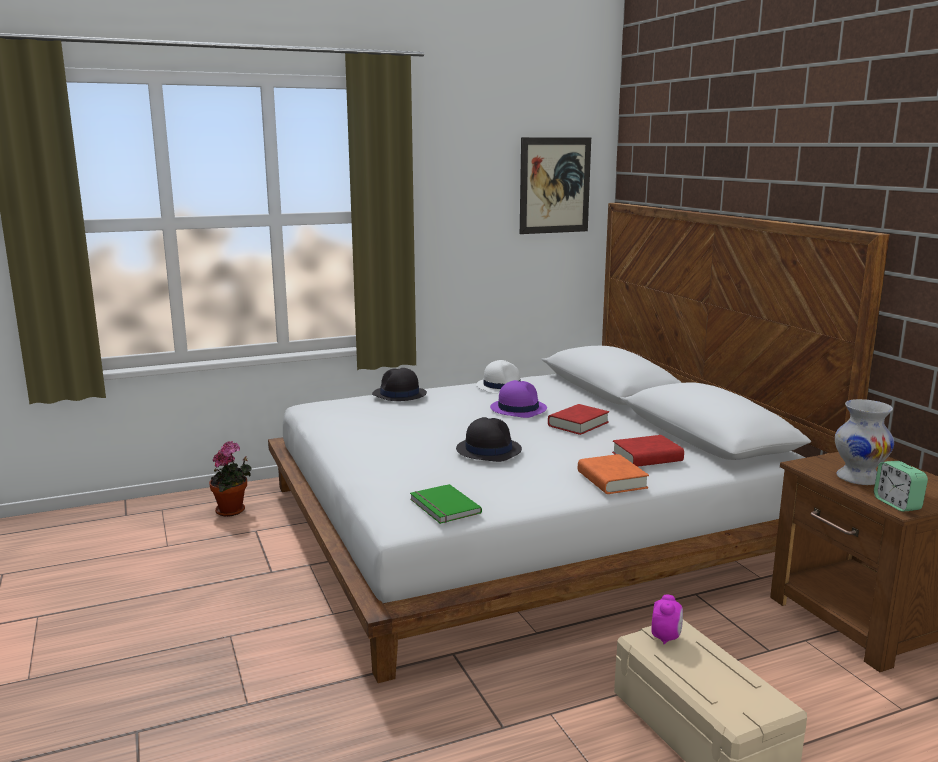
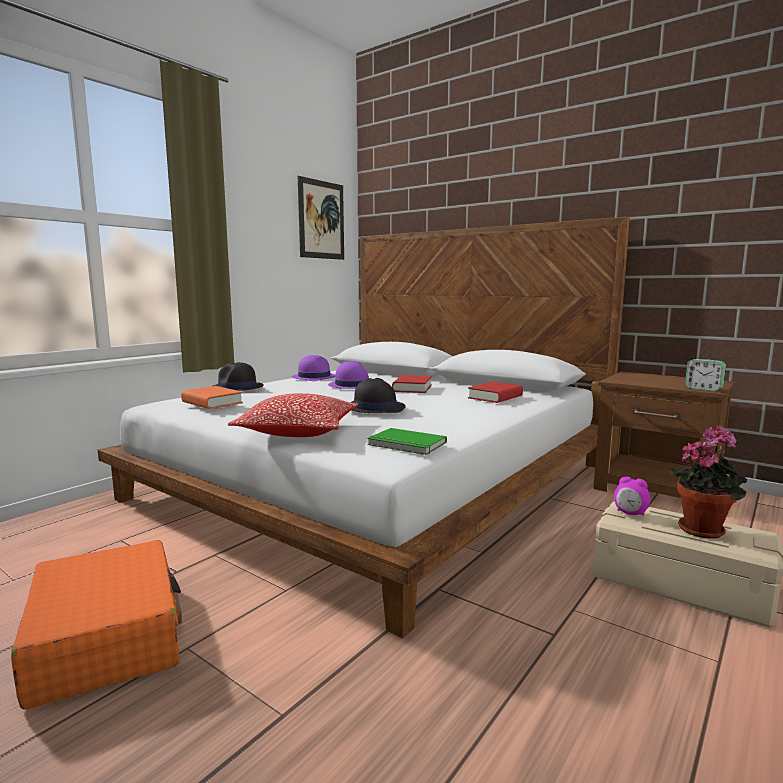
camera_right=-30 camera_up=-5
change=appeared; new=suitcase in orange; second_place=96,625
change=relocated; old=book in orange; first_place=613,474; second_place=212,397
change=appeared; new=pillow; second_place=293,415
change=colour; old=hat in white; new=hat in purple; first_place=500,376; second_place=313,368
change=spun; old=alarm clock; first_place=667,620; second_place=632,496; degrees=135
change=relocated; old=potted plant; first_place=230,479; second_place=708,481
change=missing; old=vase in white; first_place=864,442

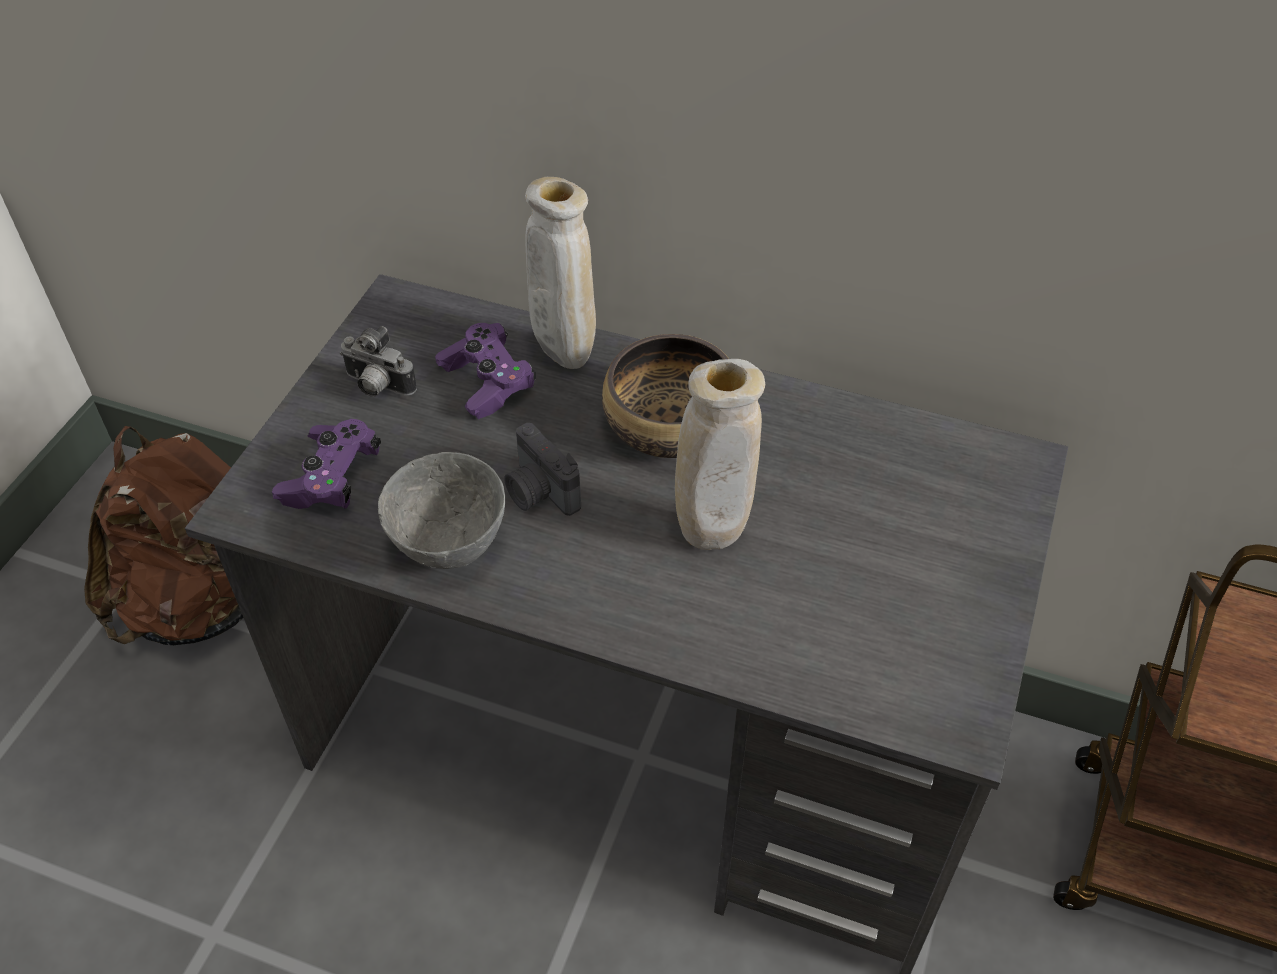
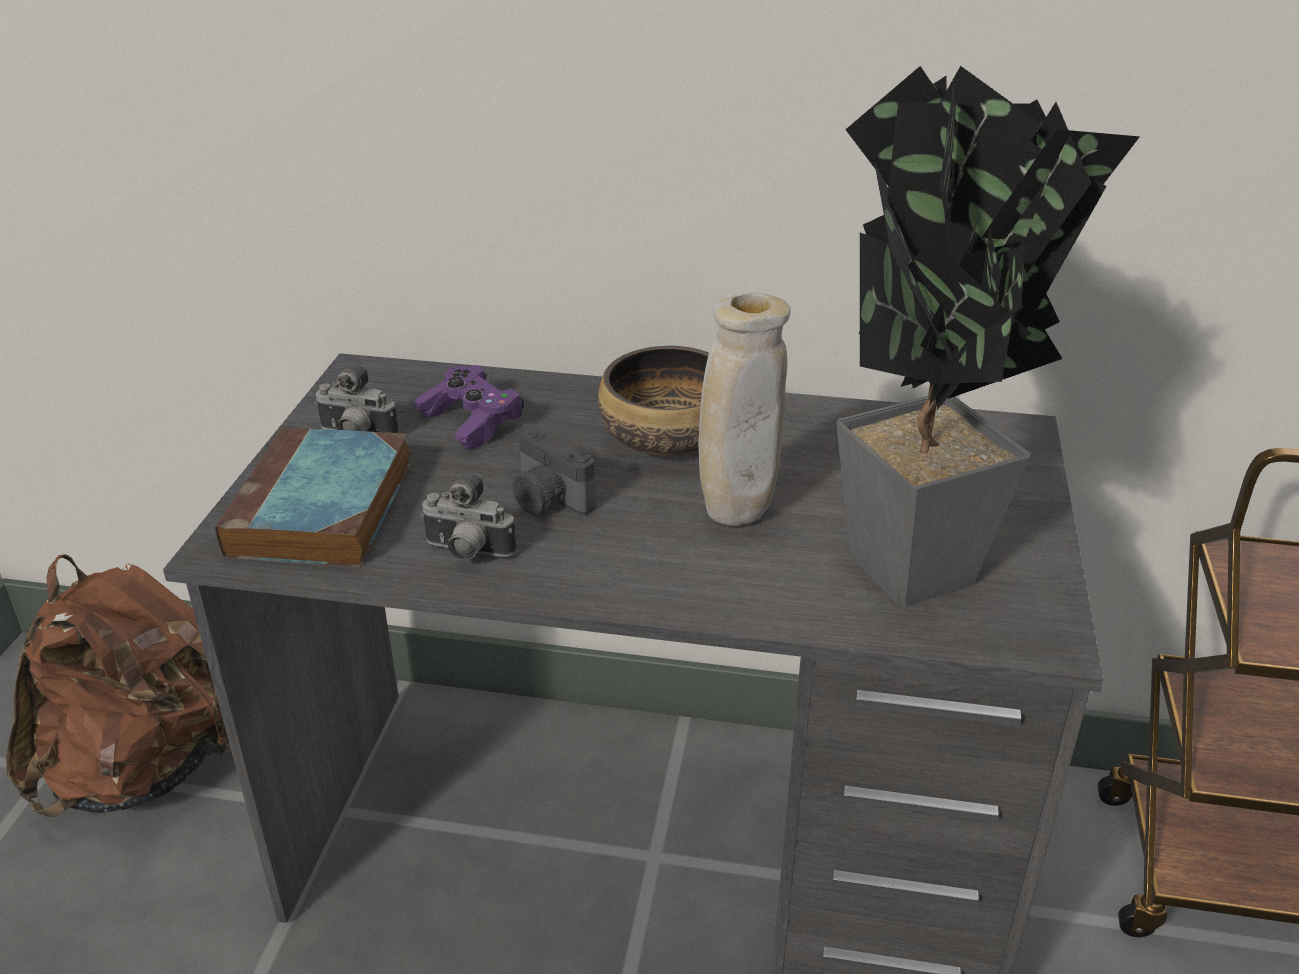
camera_right=-10 camera_up=-15
change=exchanged; old=game controller in purple; new=book; first_place=326,464; second_place=312,497
change=exchanged; old=bowl in grey; new=photo camera; first_place=441,510; second_place=468,516
change=appeared; new=potted plant; second_place=988,336
change=missing; old=vase in beige; first_place=560,273

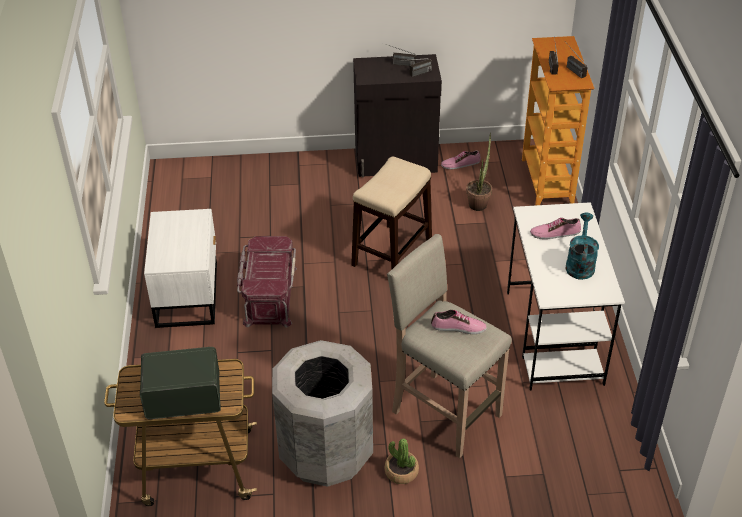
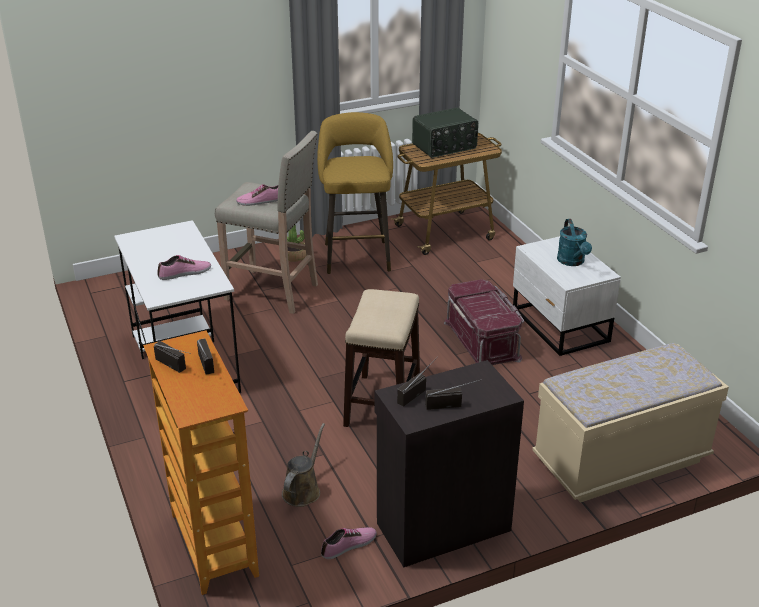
camera_right=160 camera_up=-10
change=exchanged; old=potted plant; new=watering can in brown; first_place=479,172; second_place=303,465
change=exchanged; old=trash can in grey; new=stool in yellow; first_place=322,413; second_place=355,193
change=appeared; new=bench in beige; second_place=630,423
change=relocated; old=watering can in turquoise; first_place=582,246; second_place=574,242

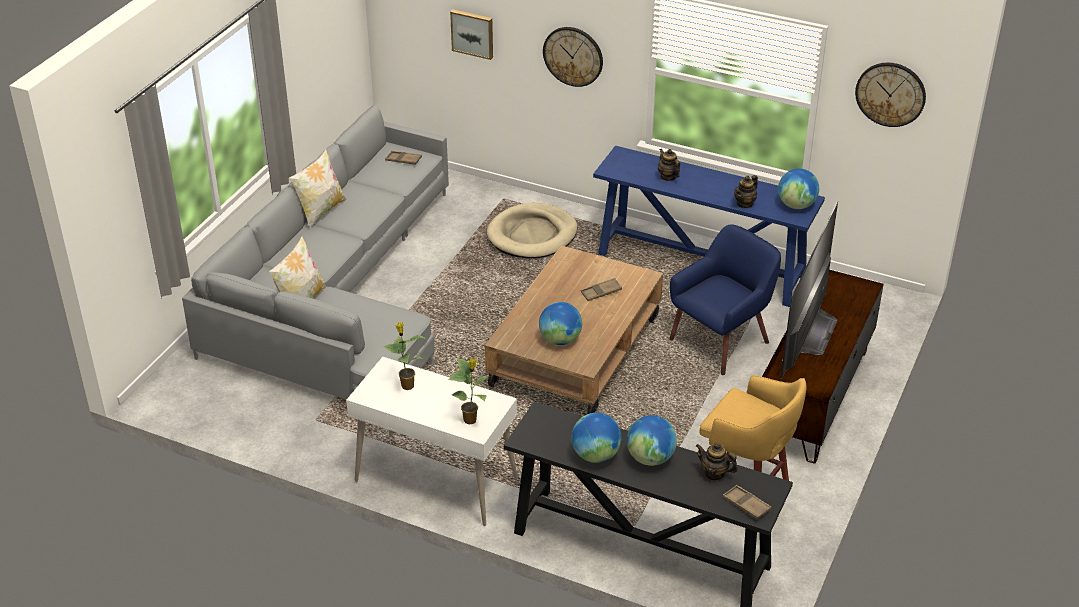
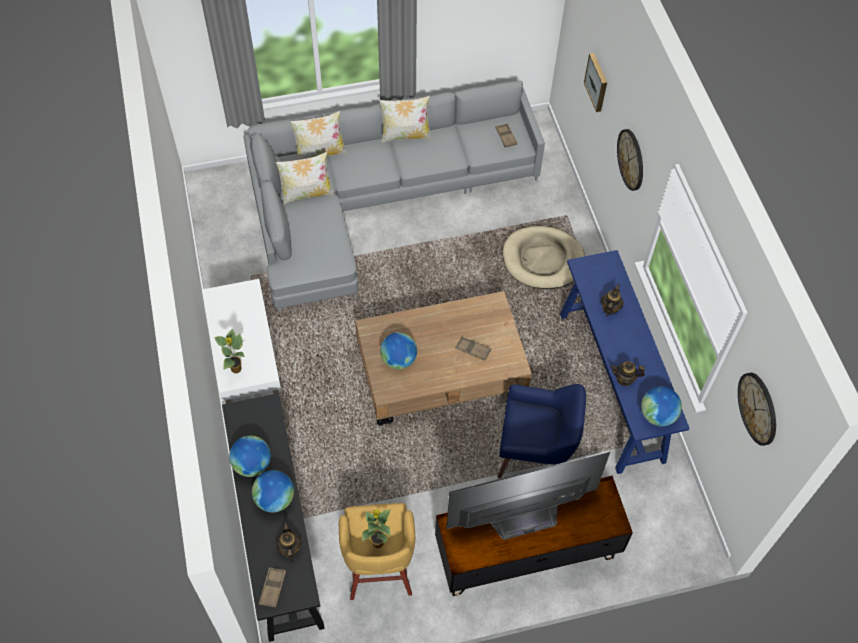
camera_right=50 camera_up=20
change=appeared; new=pillow; second_place=318,135
change=relocated; old=potted plant; first_place=404,356; second_place=376,528

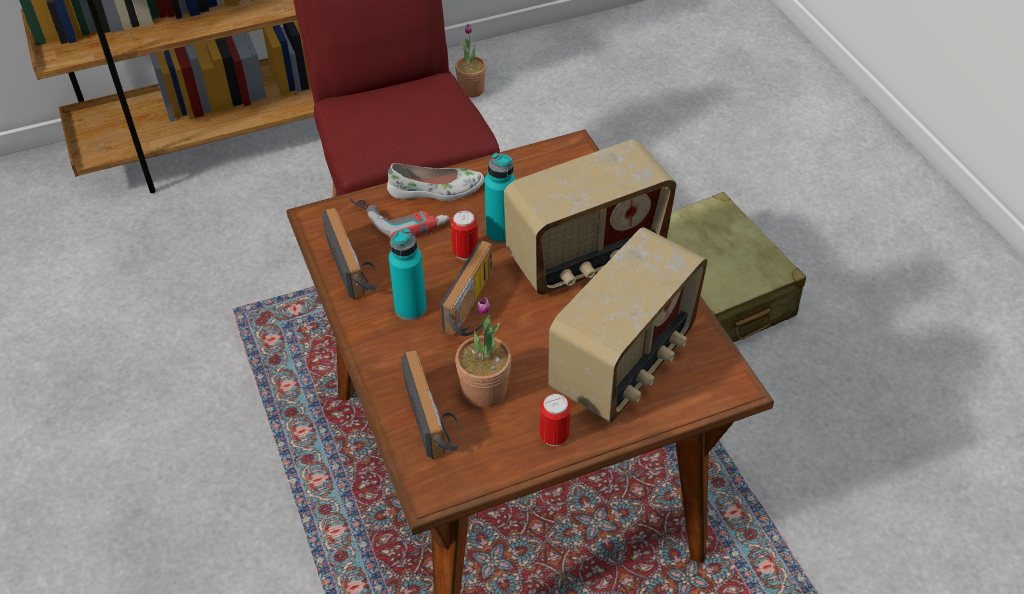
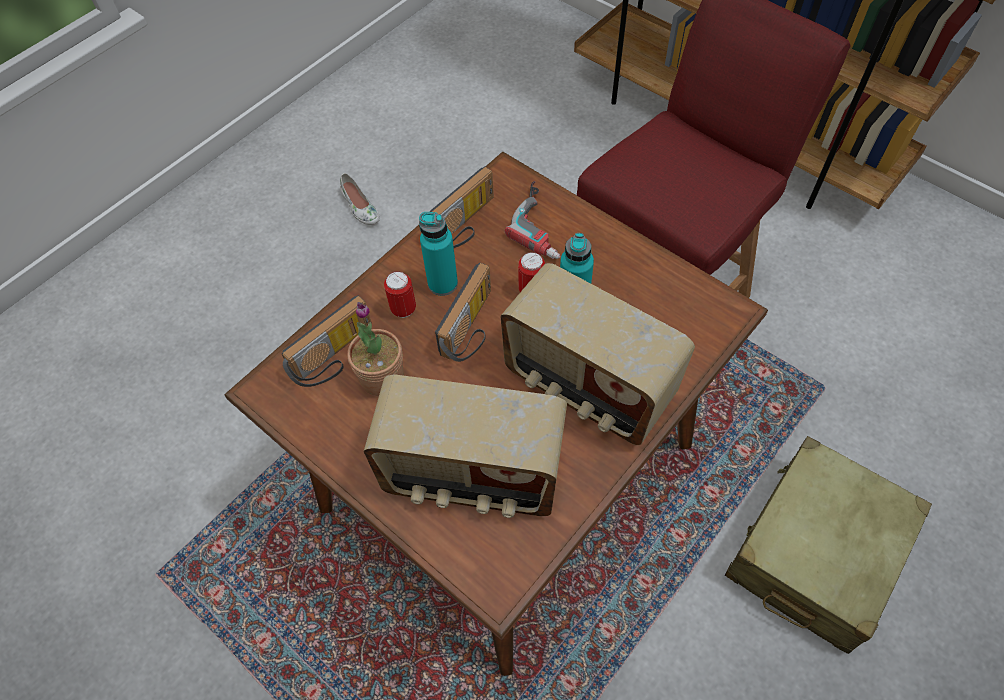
camera_right=65 camera_up=10
change=relocated; old=shoe in white; first_place=435,182; second_place=360,199
change=relocated; old=can; first_place=555,419; second_place=400,294
change=spun; old=radio; first_place=467,288; second_place=463,312; degrees=-60
change=missing; old=potted plant; first_place=470,61

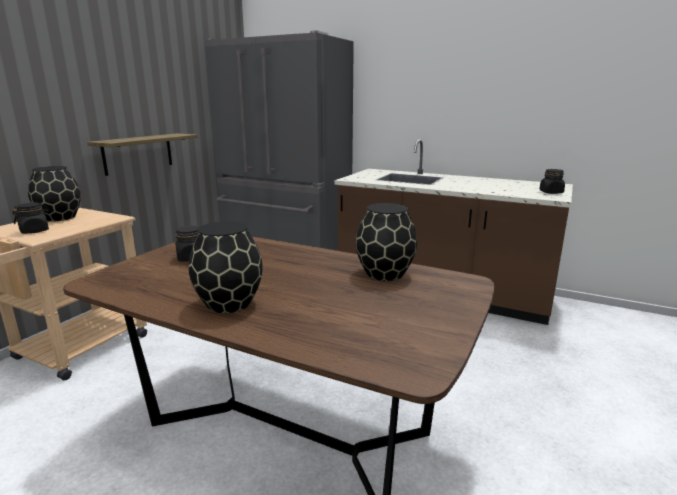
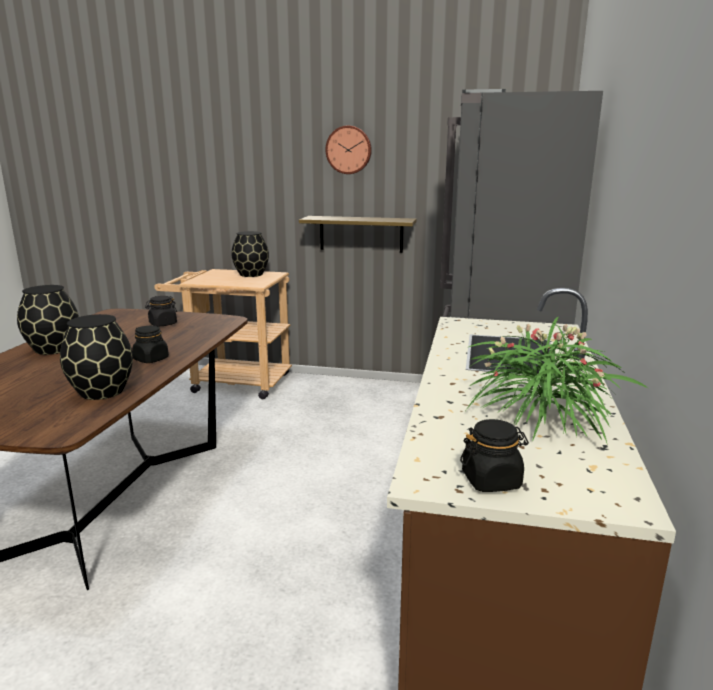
camera_right=75 camera_up=0
change=relocated; old=jar in black; first_place=30,218; second_place=150,344
change=appeared; new=wall clock; second_place=348,150
change=appeared; new=potted plant; second_place=557,381

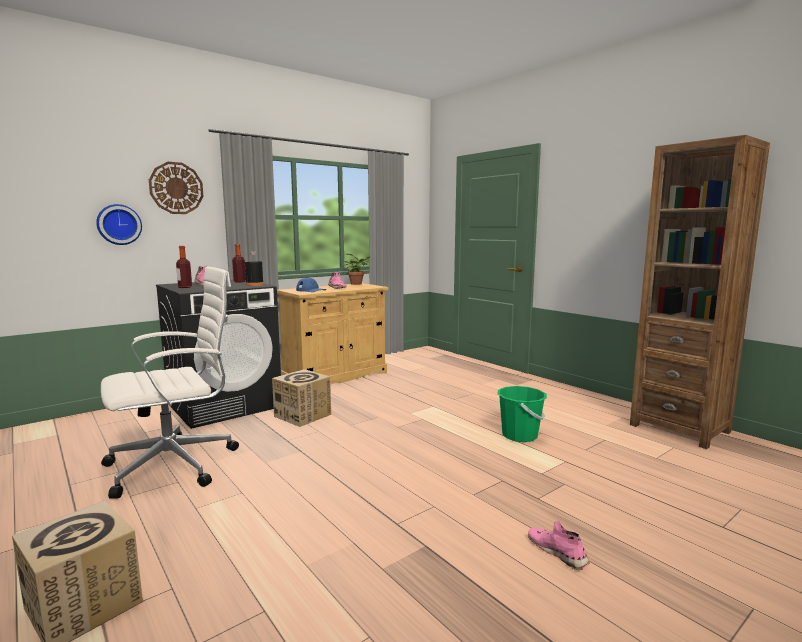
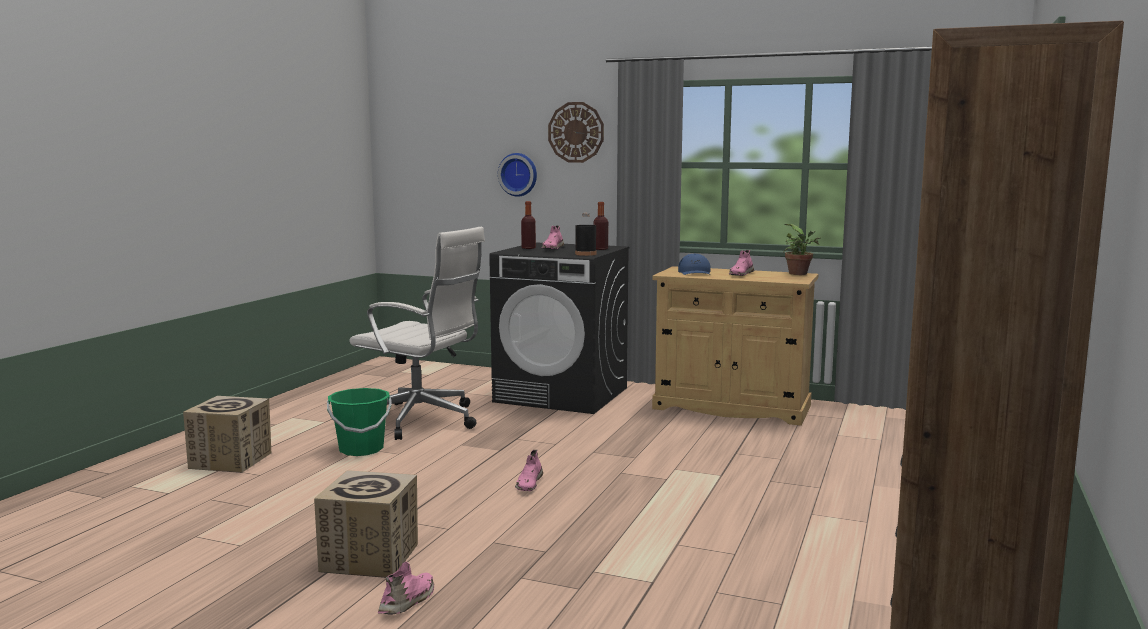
camera_right=60 camera_up=0
change=relocated; old=cardboard box; first_place=301,398; second_place=366,524
change=relocated; old=bucket in green; first_place=522,414; second_place=359,422
change=appeared; new=shoe in pink; second_place=529,470

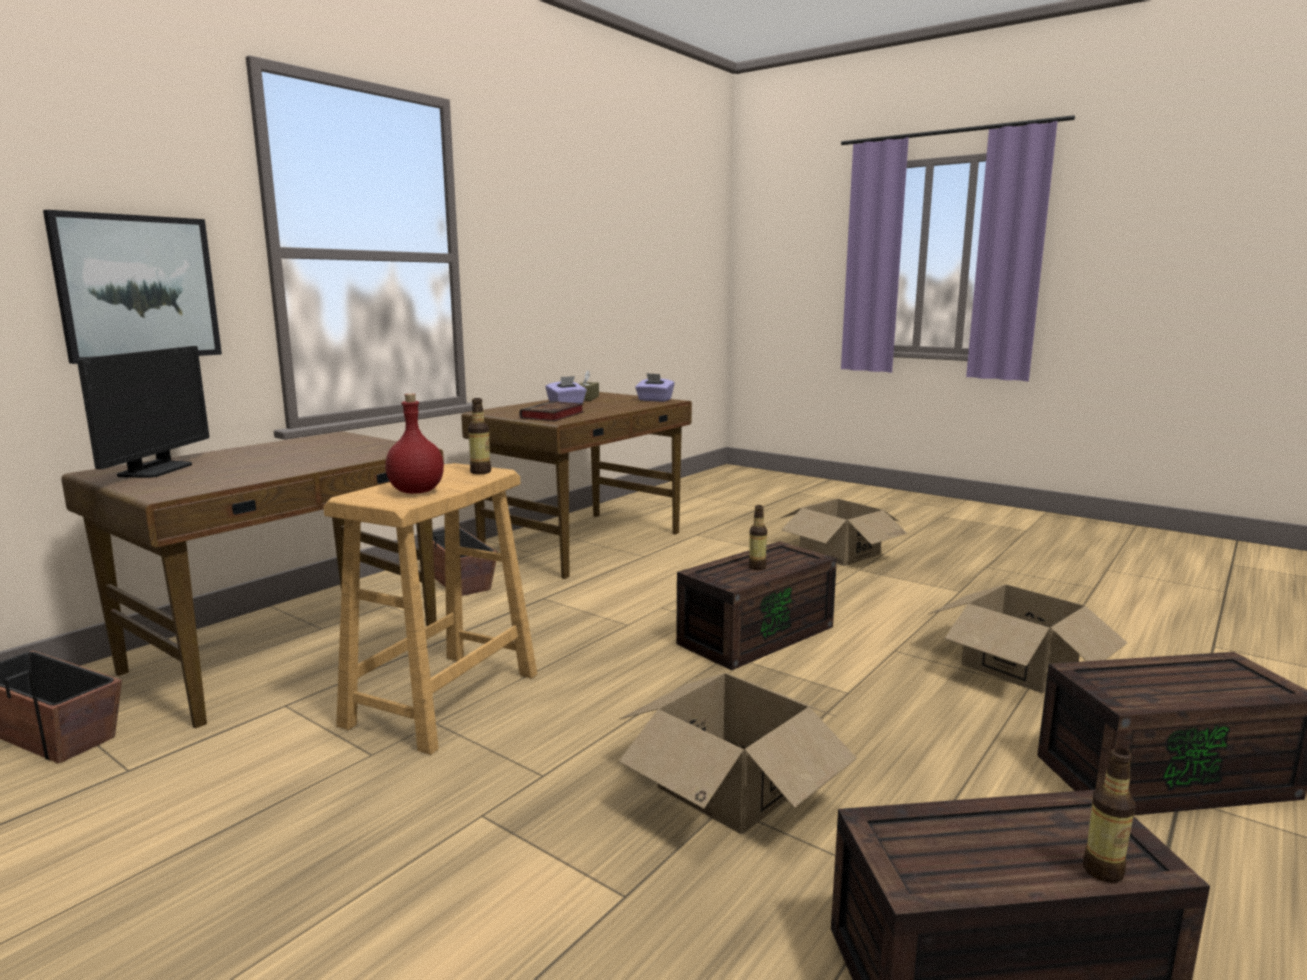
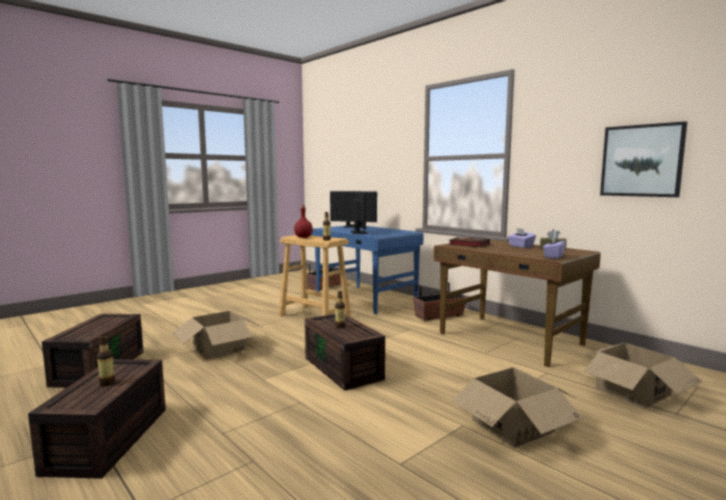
camera_right=100 camera_up=-5
change=relocated; old=bottle; first_place=1109,815; second_place=106,360
change=colour; old=desk in brown; new=desk in blue; first_place=252,580; second_place=367,270
change=appeared; new=monitor; second_place=359,213
change=relocated; old=cardboard box; first_place=1028,638; second_place=638,375
change=relocated; old=picture; first_place=132,287; second_place=643,159

